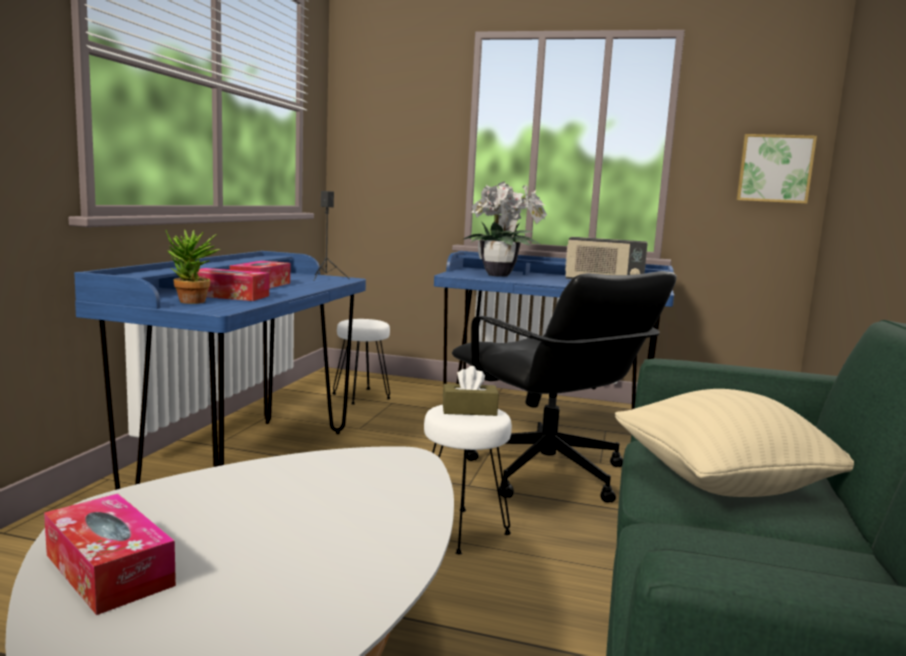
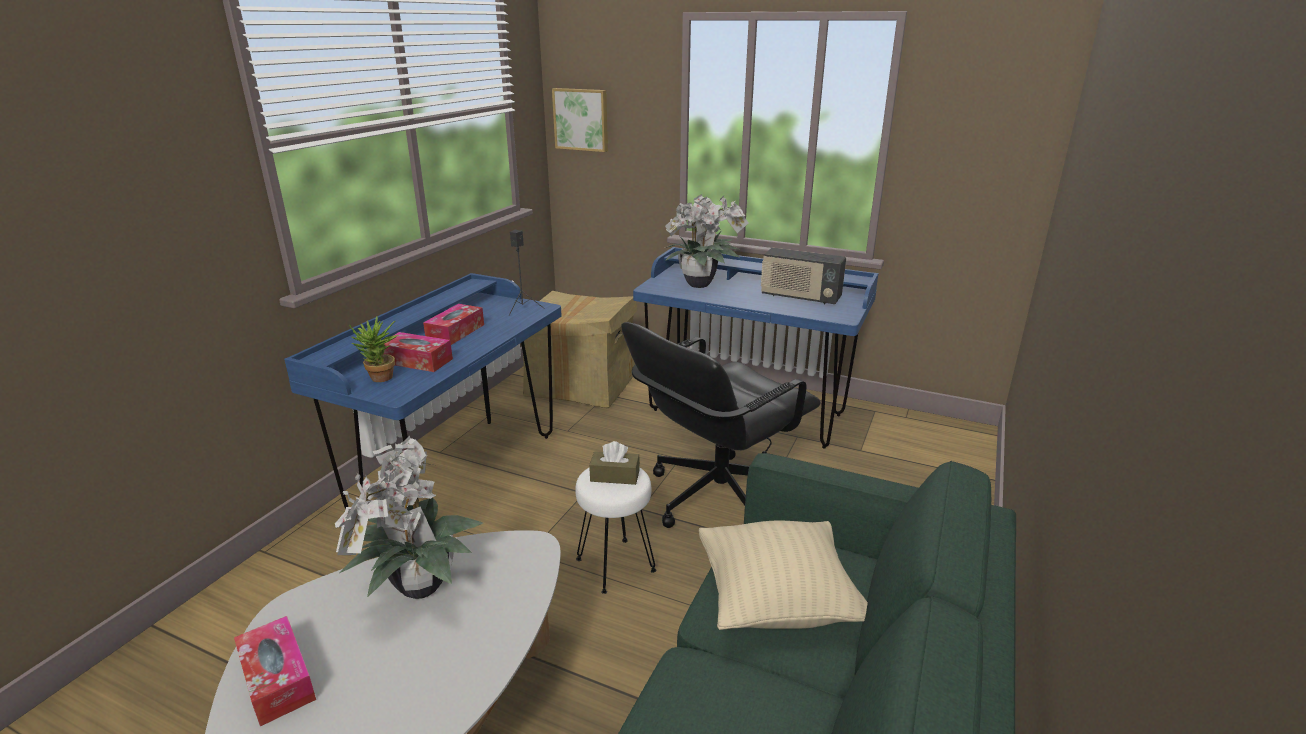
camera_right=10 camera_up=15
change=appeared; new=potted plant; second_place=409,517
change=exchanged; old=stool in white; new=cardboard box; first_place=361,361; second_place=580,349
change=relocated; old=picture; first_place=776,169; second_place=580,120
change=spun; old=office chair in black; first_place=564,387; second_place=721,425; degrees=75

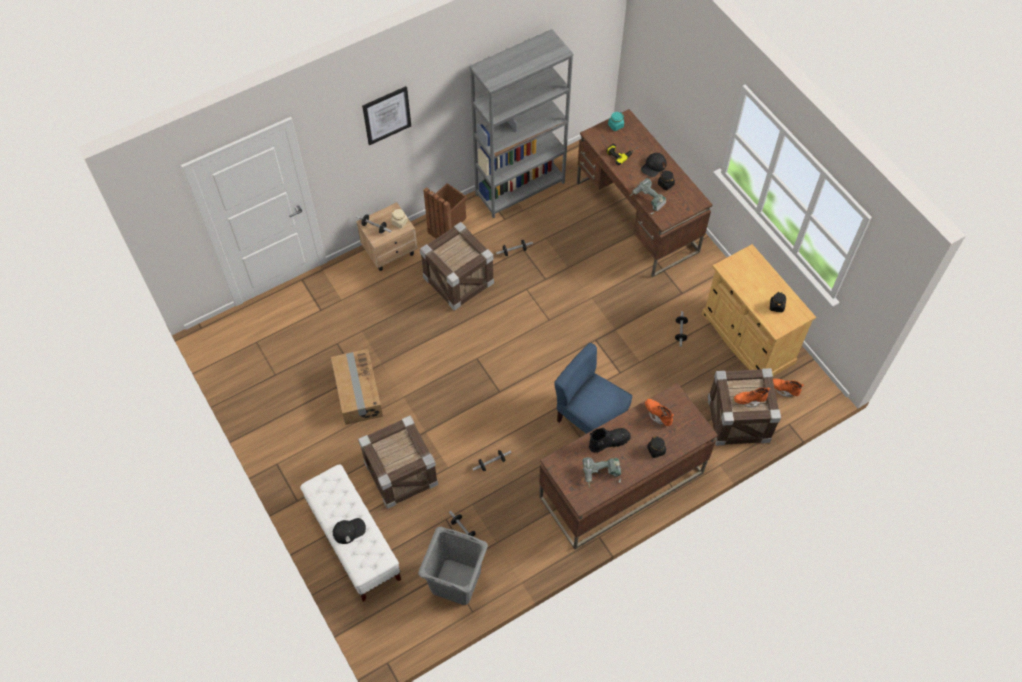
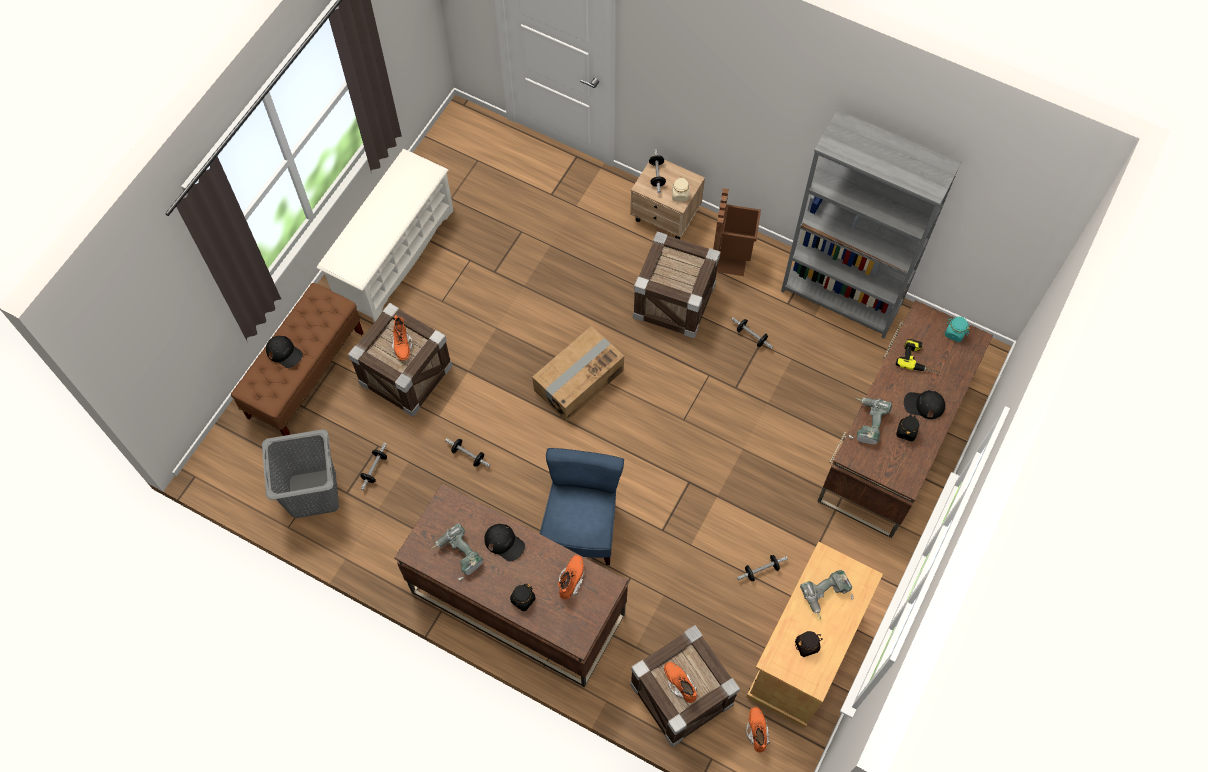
camera_right=60 camera_up=5
change=colour; old=bench in white; new=bench in brown; first_place=350,532; second_place=297,359
change=appeared; new=shoe rack in white; second_place=385,235
change=appeared; new=boot in orange; second_place=402,338
change=exchanged; old=boot in black; new=cap in black; first_place=610,440; second_place=504,543
change=relocated; old=cardboard box; first_place=357,387; second_place=578,374
change=appeared; new=power drill; second_place=826,595
change=missing; old=picture; first_place=386,115

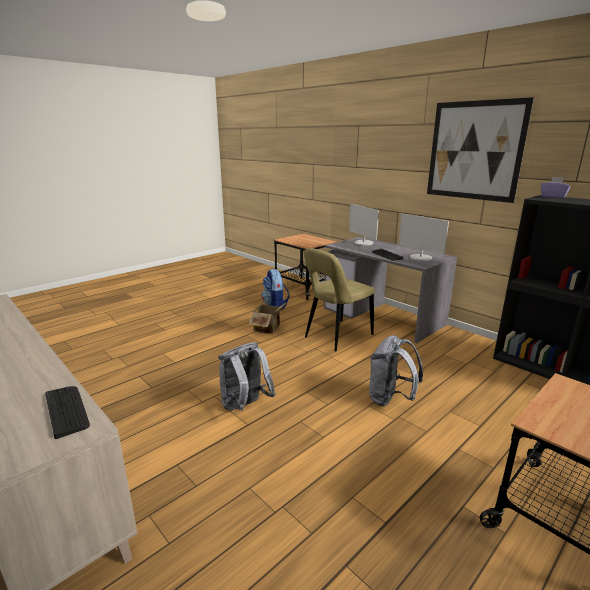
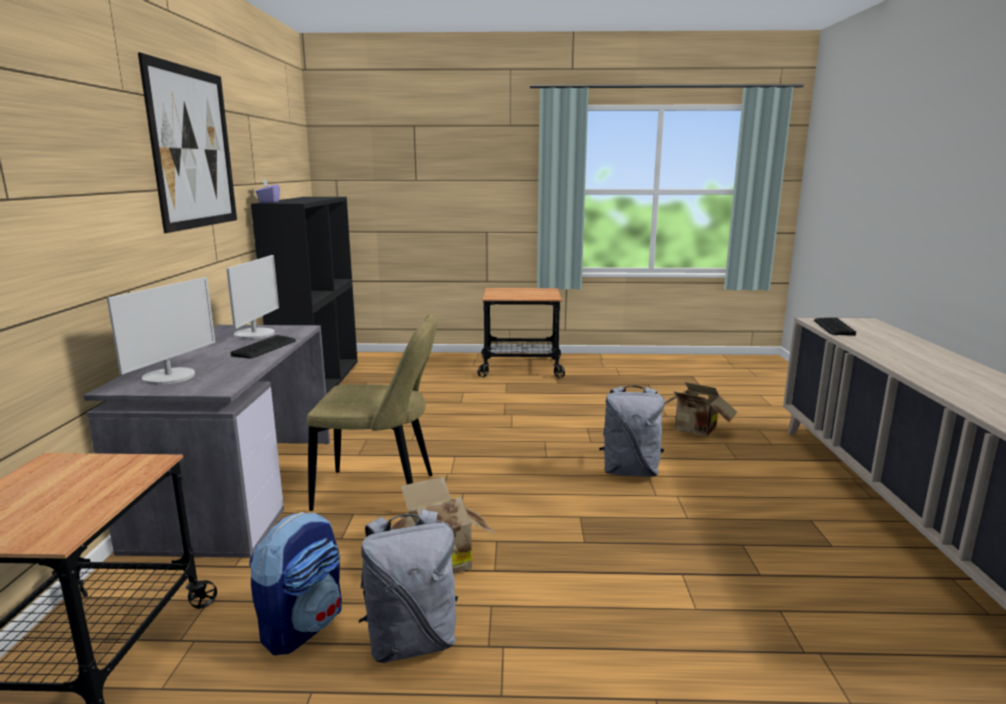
camera_right=-135 camera_up=-5
change=relocated; old=backpack in grey; first_place=396,370; second_place=408,586
change=appeared; new=cardboard box; second_place=701,409

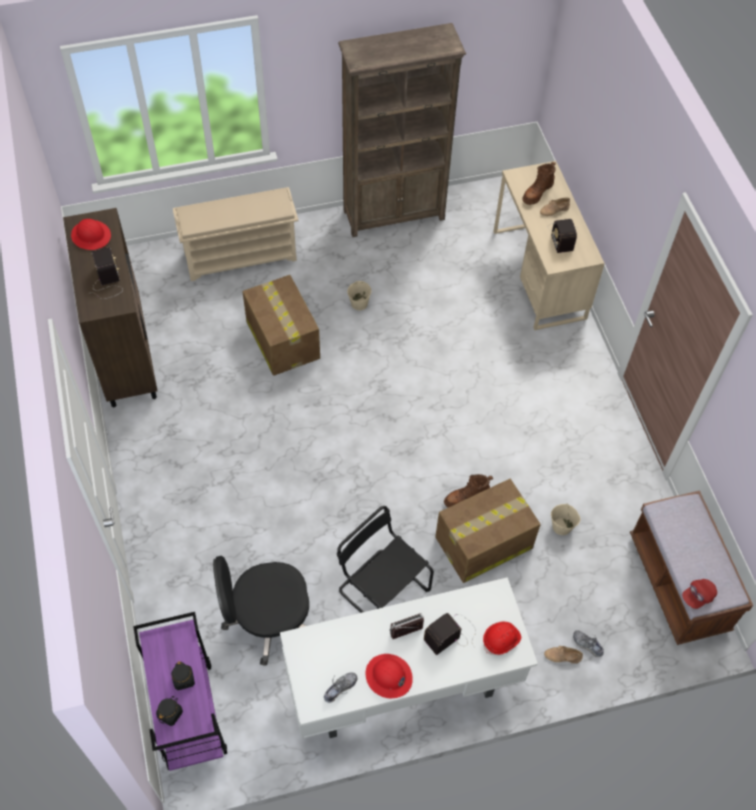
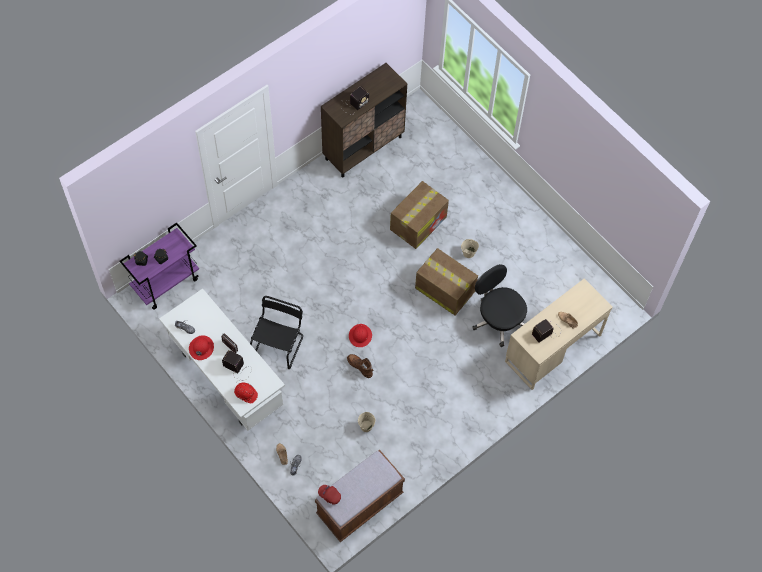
camera_right=65 camera_up=5
change=relocated; old=hard hat in red; first_place=91,234; second_place=360,335
change=relocated; old=cardboard box; first_place=488,531; second_place=446,282
change=relocated; old=office chair in black; first_place=261,611; second_place=499,305
change=missing; old=shoe rack in beige; first_place=235,234
change=missing; old=bookcase in brown; first_place=402,130
change=missing; old=boot in brown; first_place=539,183

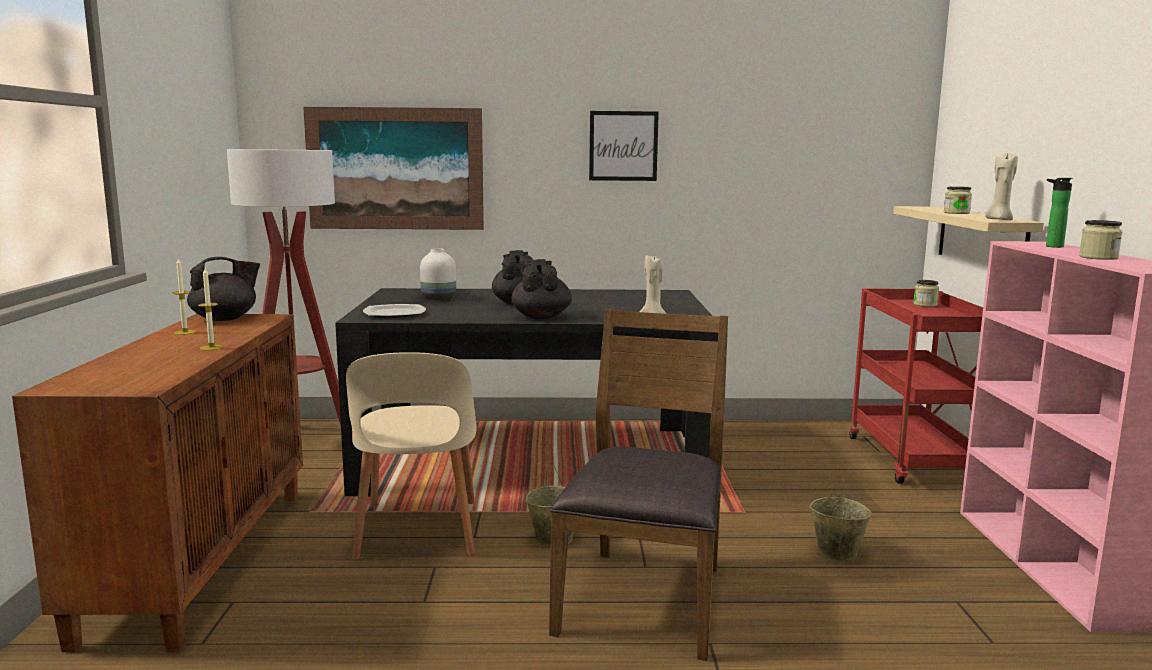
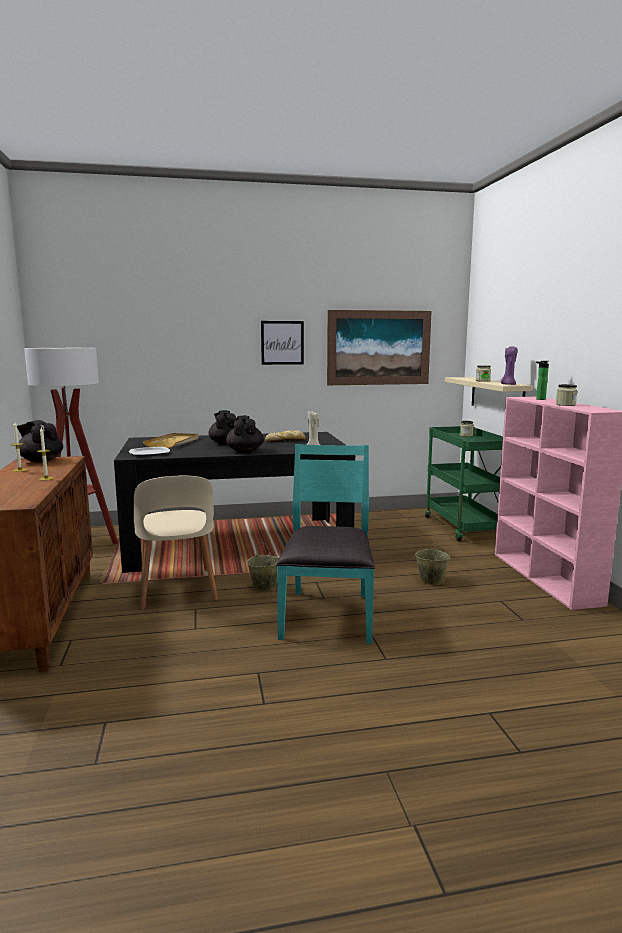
camera_right=-10 camera_up=0
change=spun; old=teapot in black; first_place=223,289; second_place=40,441; degrees=-105
change=exchanged; old=vase in white; new=tray in beige; first_place=438,274; second_place=170,440
change=appeared; new=bread; second_place=285,436
change=colour; old=chair in brown; new=chair in turquoise; first_place=638,485; second_place=325,544
change=relocated; old=picture; first_place=393,168; second_place=379,347
change=colour; old=cart in red; new=cart in green; first_place=916,386; second_place=464,483
change=colour; old=candle in beige; new=candle in purple; first_place=1001,186; second_place=509,365

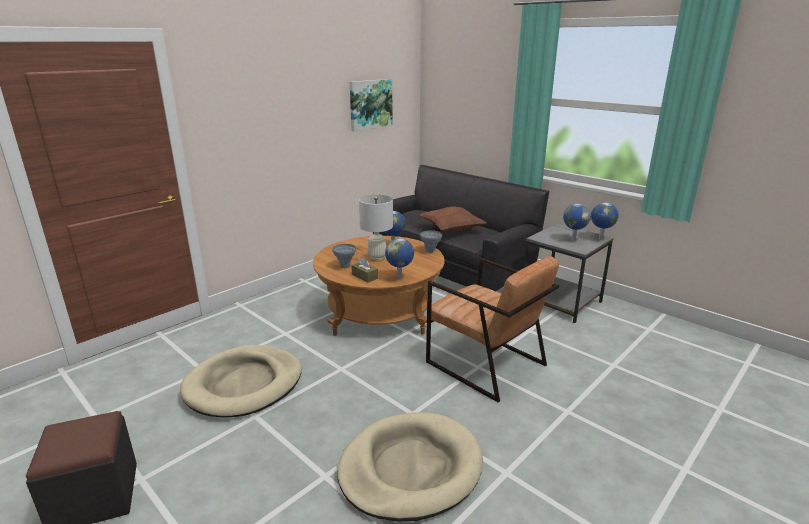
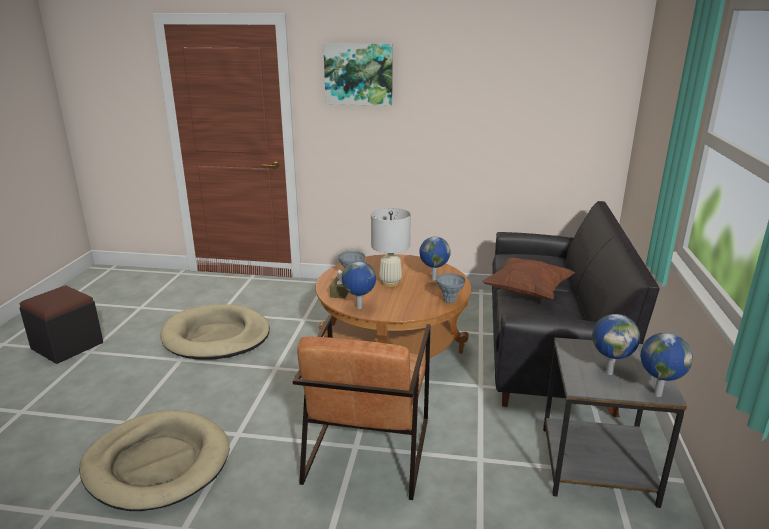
camera_right=55 camera_up=0
change=relocated; old=picture; first_place=371,105; second_place=358,74

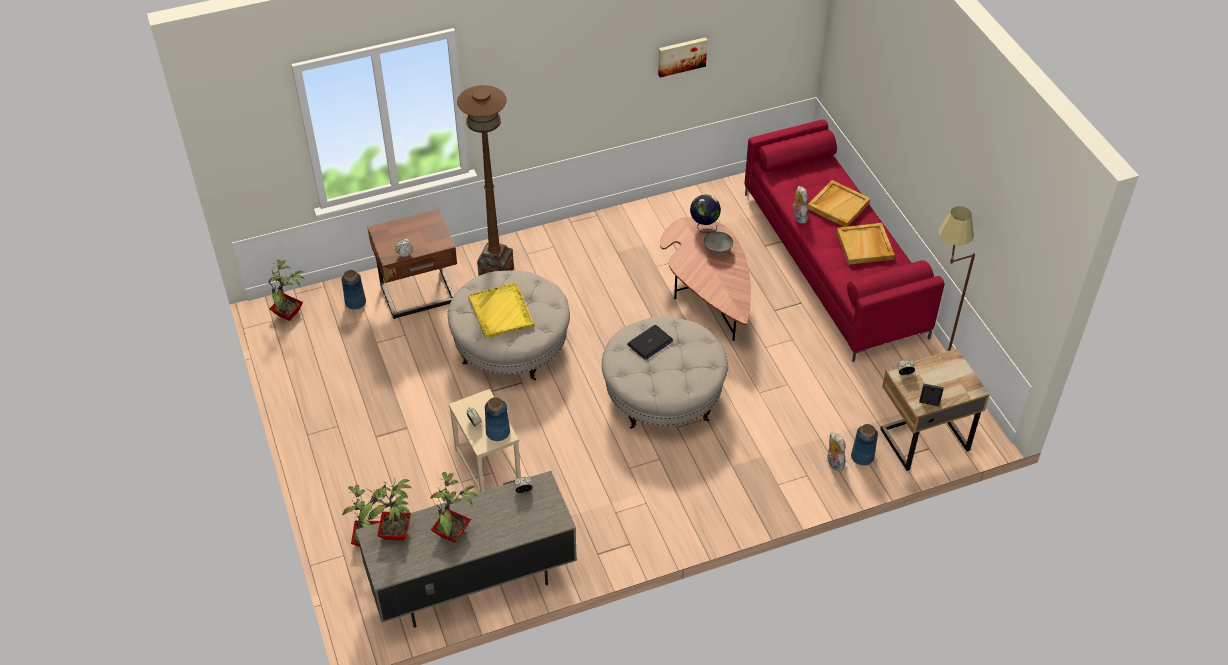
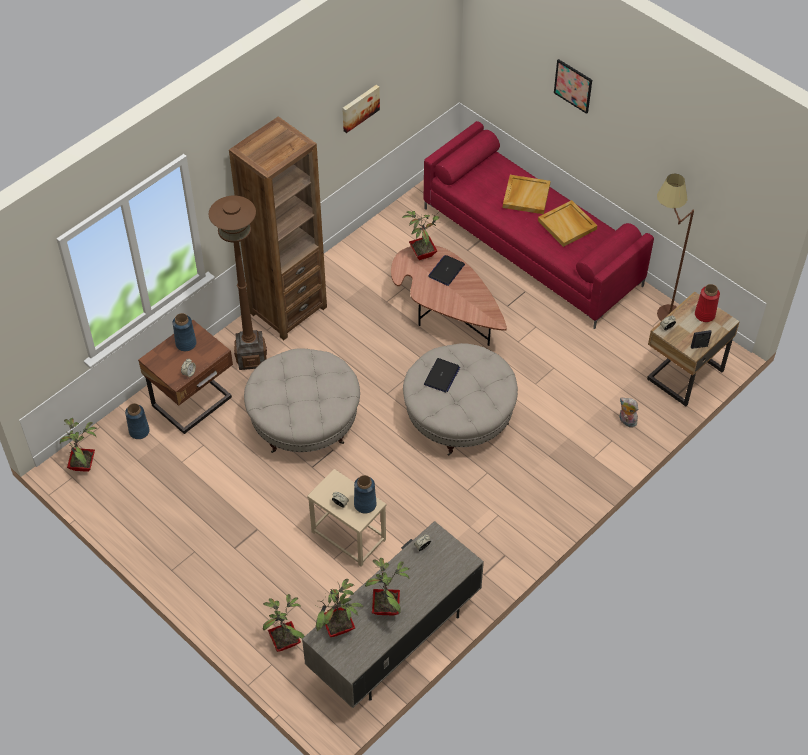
camera_right=-25 camera_up=5
change=relocated; old=vase in blue; first_place=864,444; second_place=185,332
change=appeared; new=bookcase in brown; second_place=278,228
change=exchanged; old=globe; new=potted plant; first_place=705,213; second_place=420,235
change=exchanged; old=bowl in grey; new=laptop; first_place=718,244; second_place=446,270
change=appeared; new=picture; second_place=573,86
change=appeared; new=vase in red; second_place=707,303
change=missing; old=tray in yellow; first_place=501,310
change=missing; old=plush toy; first_place=800,205

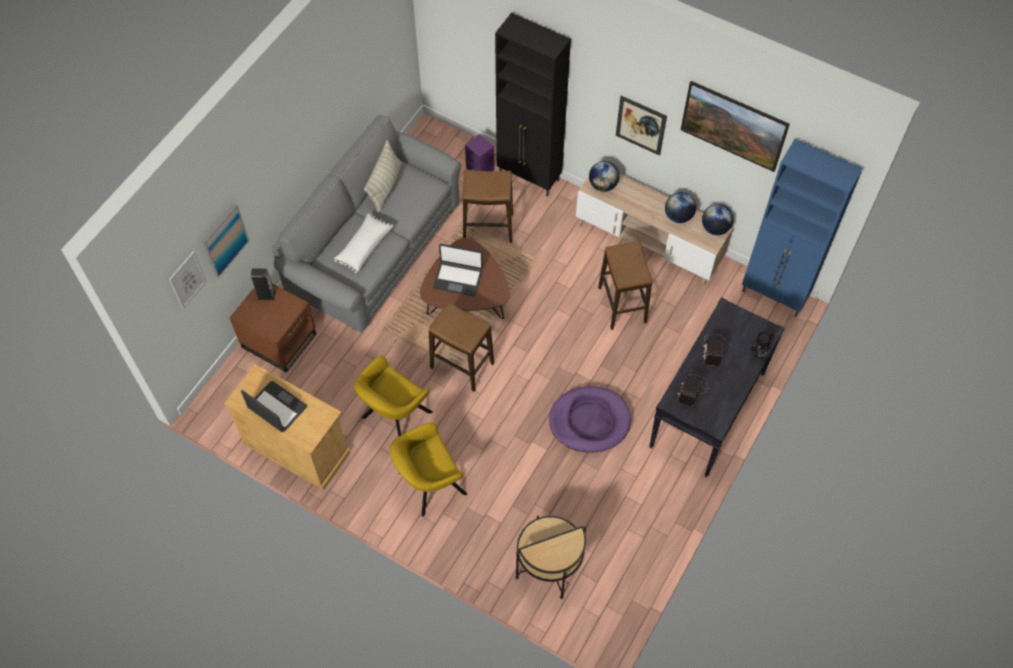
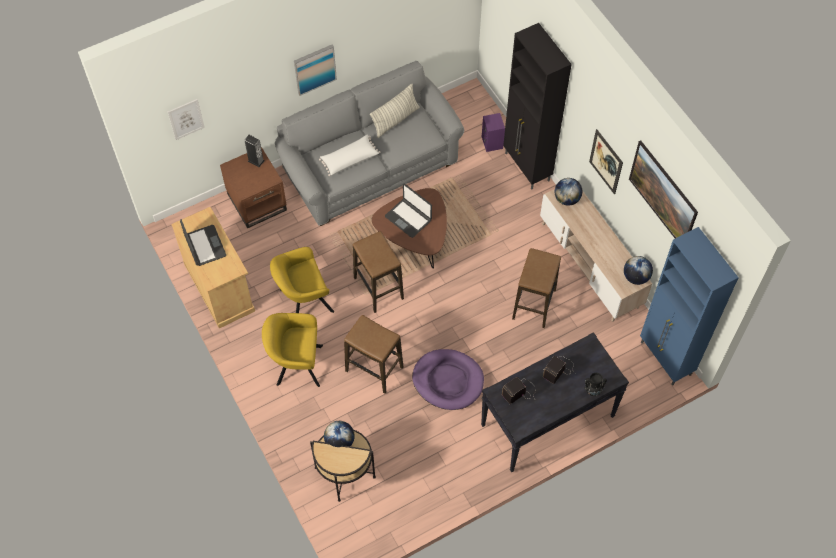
camera_right=30 camera_up=0
change=relocated; old=picture; first_place=225,241; second_place=315,70
change=relocated; old=globe; first_place=680,207; second_place=339,434
change=relocated; old=stool; first_place=488,206; second_place=373,354

